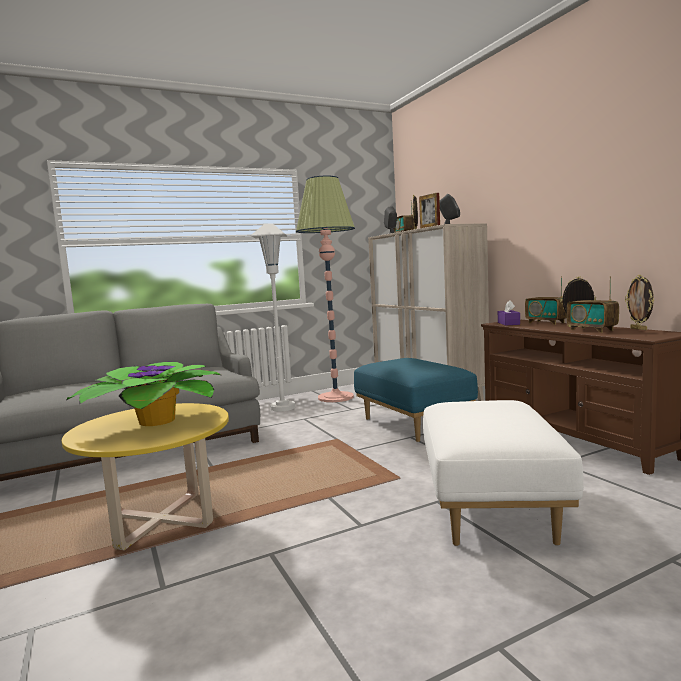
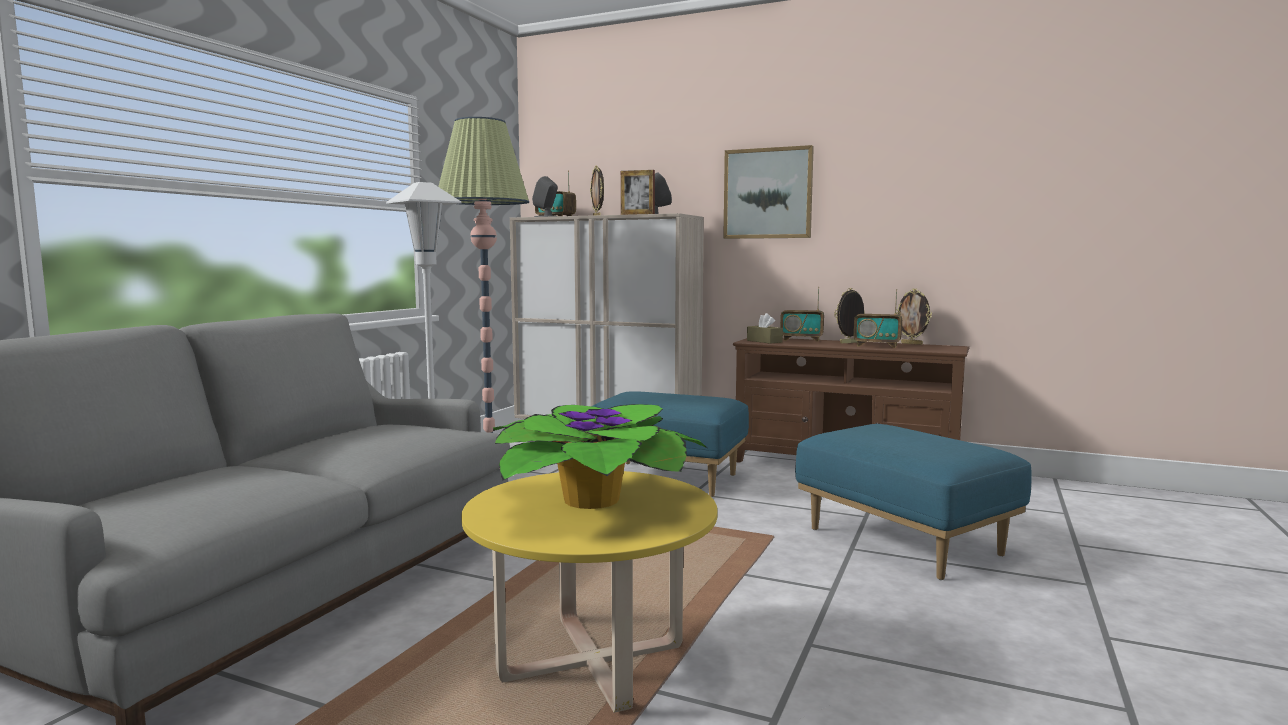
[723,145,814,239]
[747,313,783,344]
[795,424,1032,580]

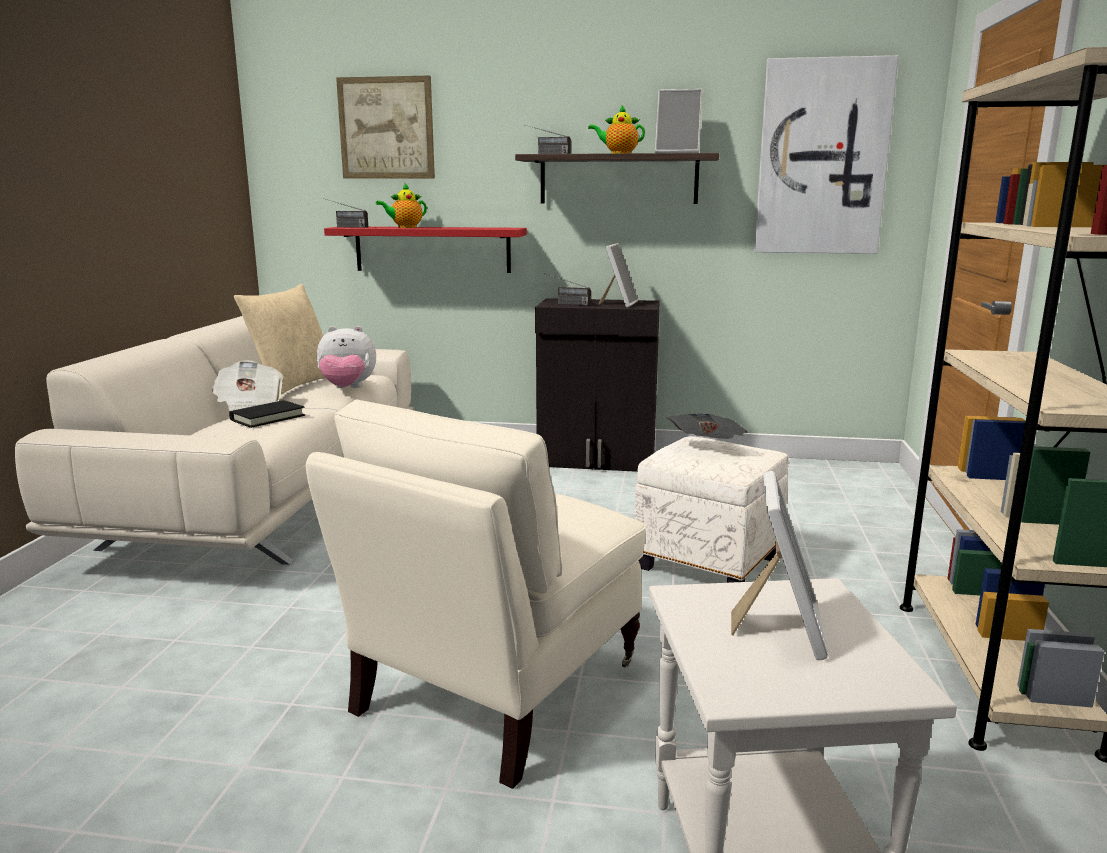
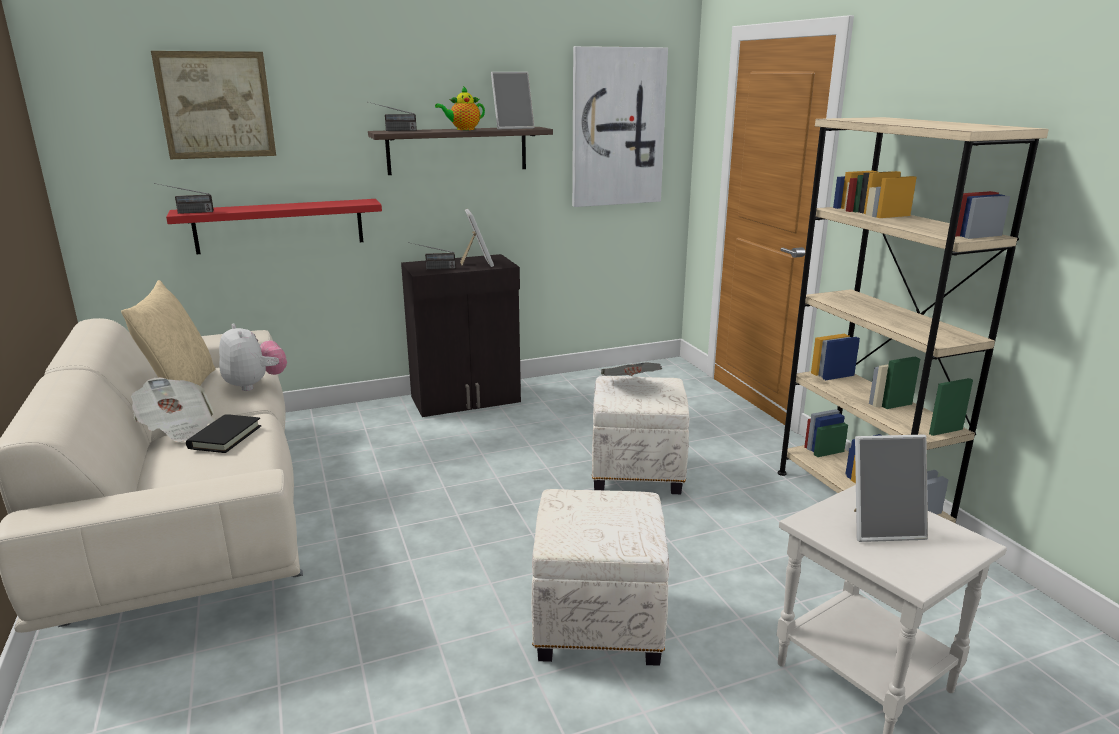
[219,323,287,391]
[532,489,669,666]
[854,435,928,542]
[376,184,427,228] (first image)

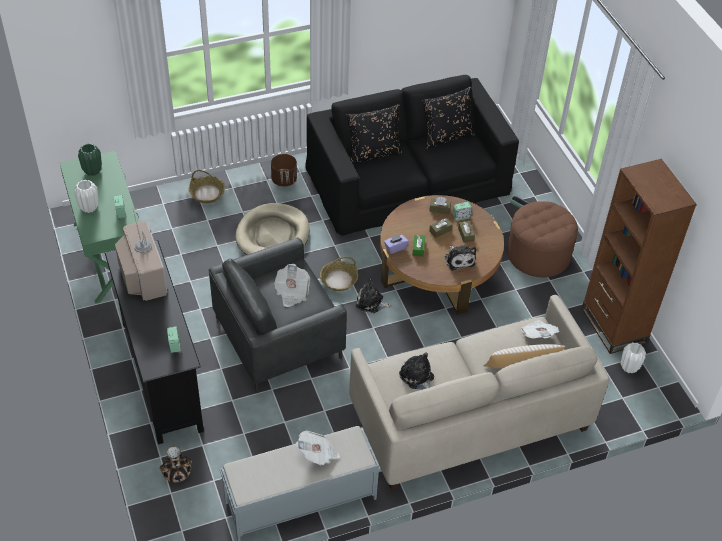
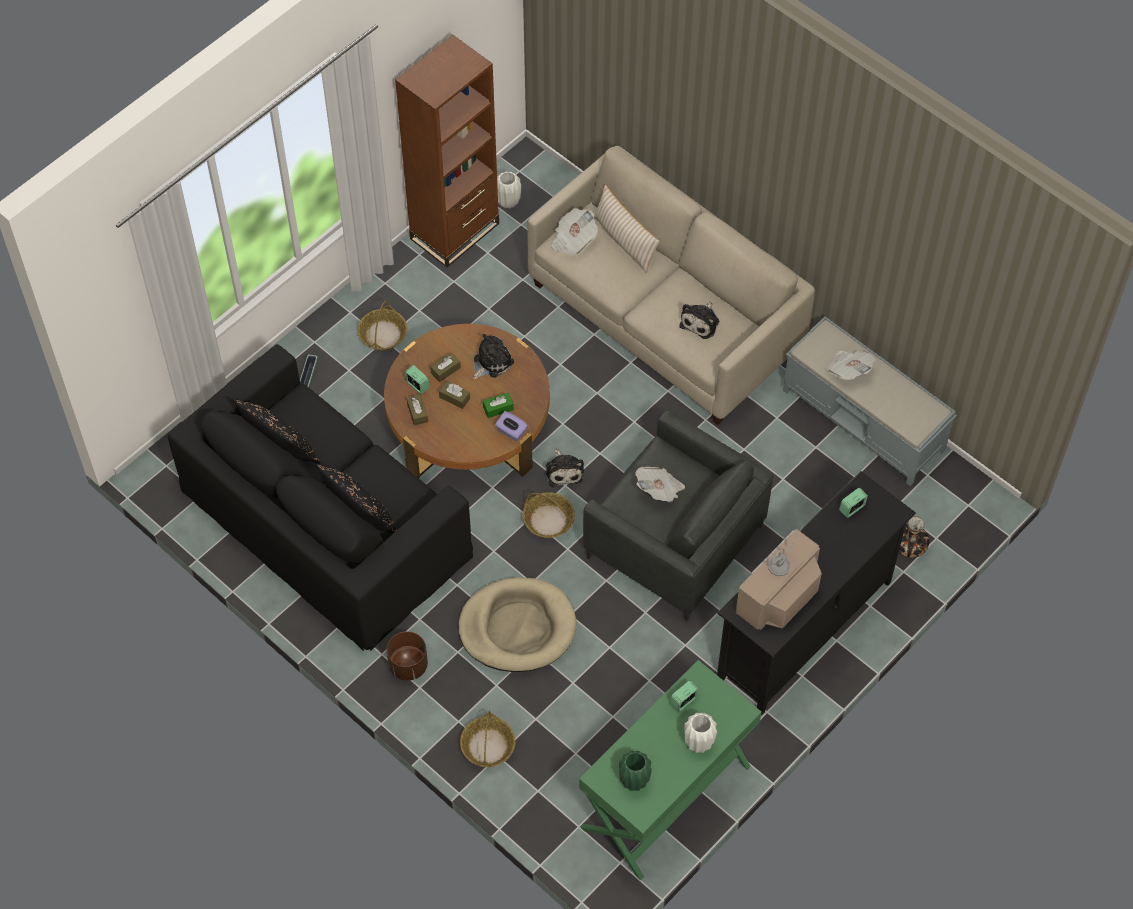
[358,301,407,351]

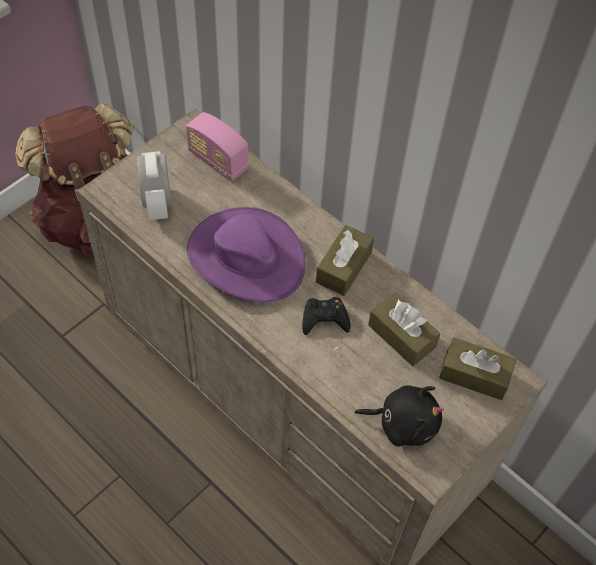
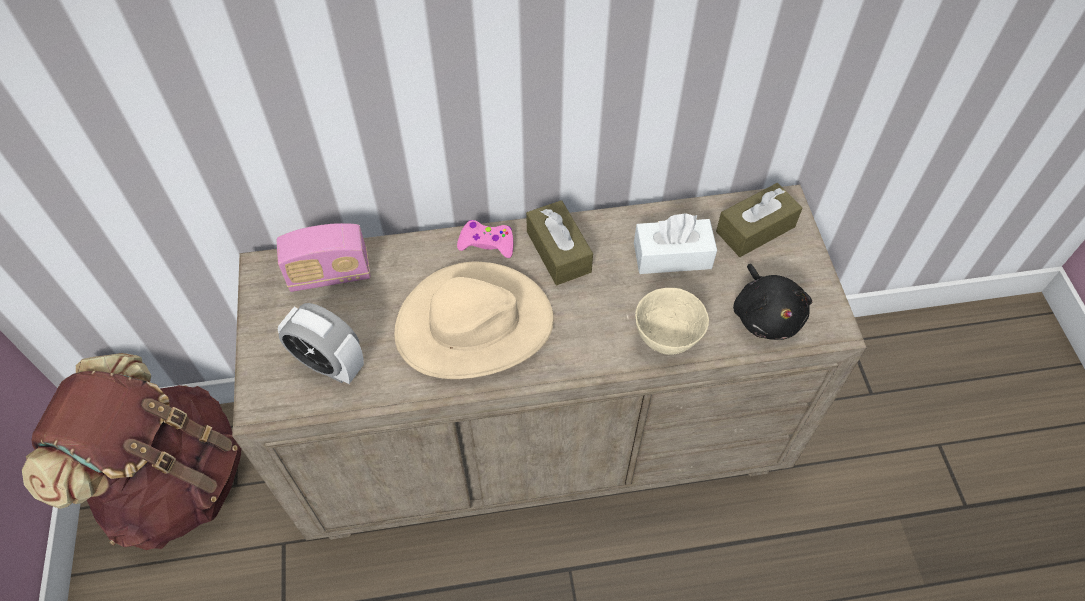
[394,261,554,379]
[457,220,513,258]
[634,213,717,274]
[635,288,709,355]
[733,264,812,340]
[302,297,350,335] (first image)

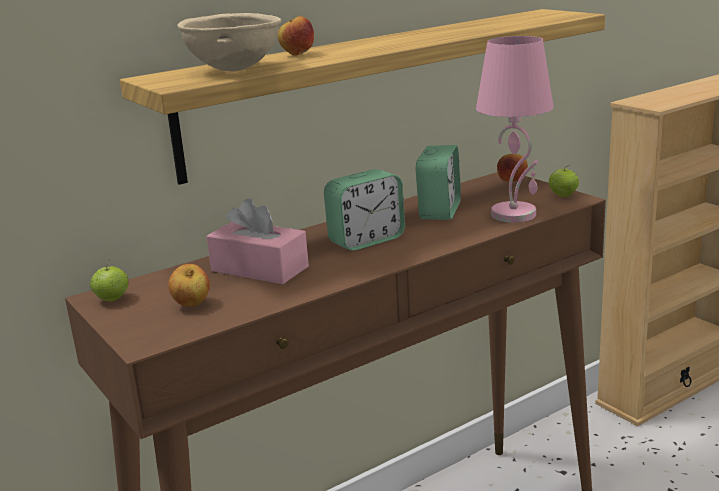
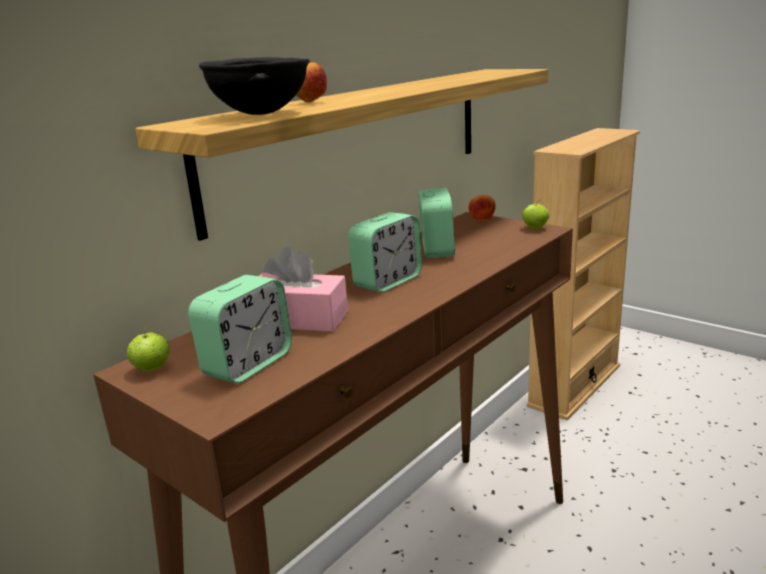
[188,275,292,383]
[199,57,310,115]
[476,36,554,223] (first image)

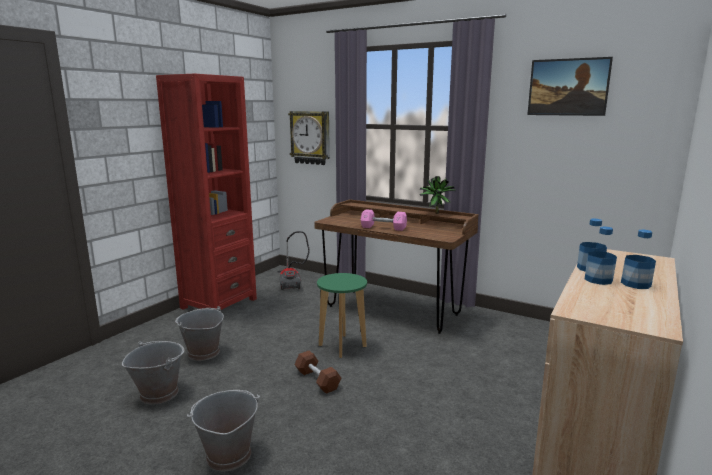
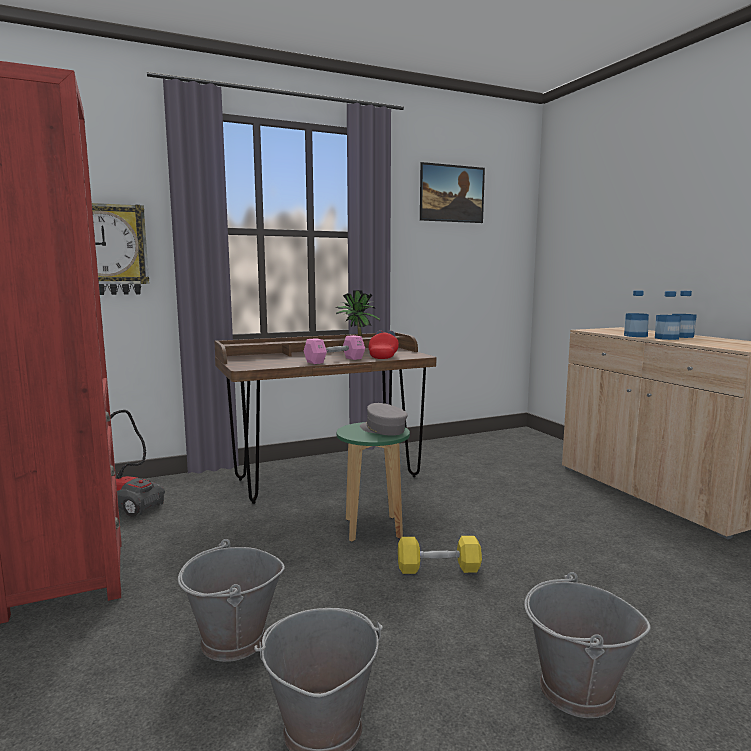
[360,403,408,436]
[369,330,399,359]
[398,536,482,574]

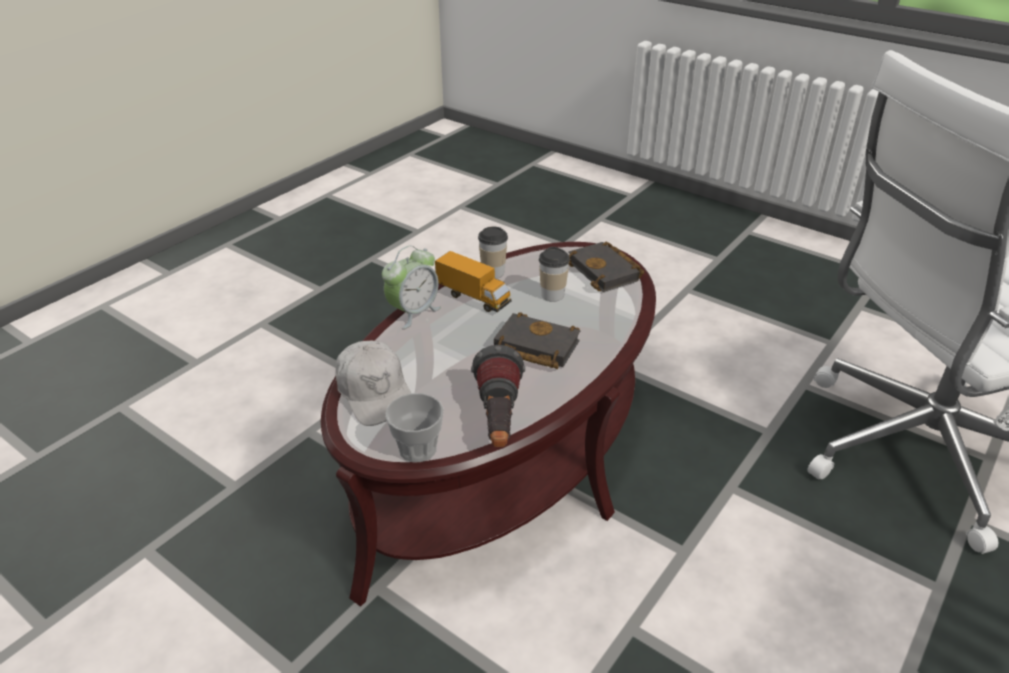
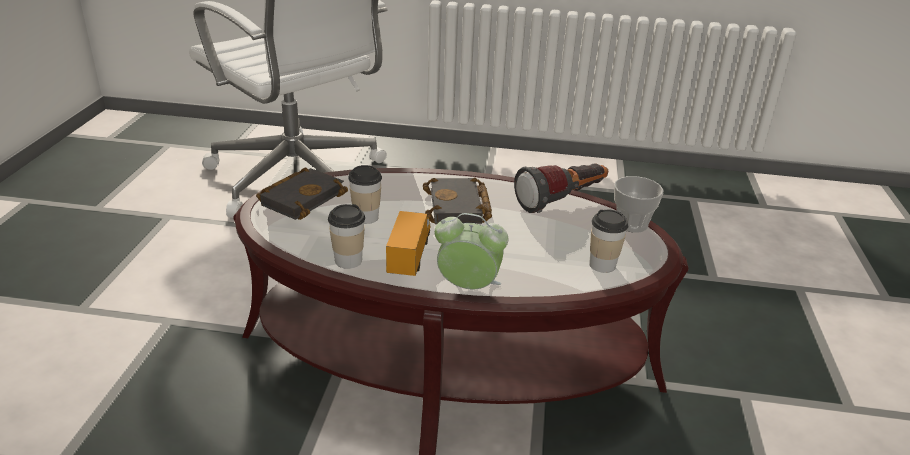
[589,210,628,273]

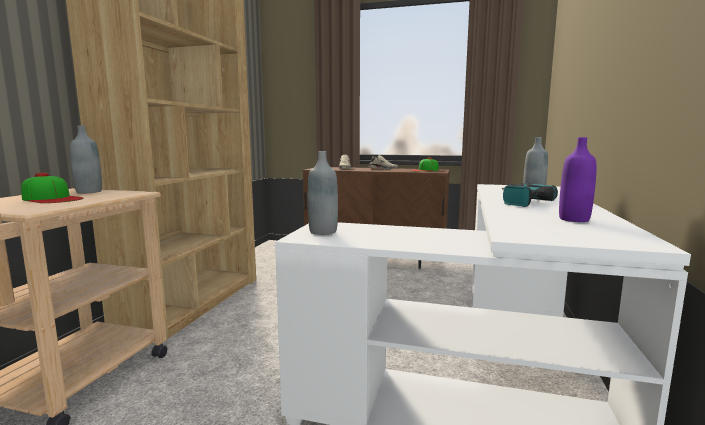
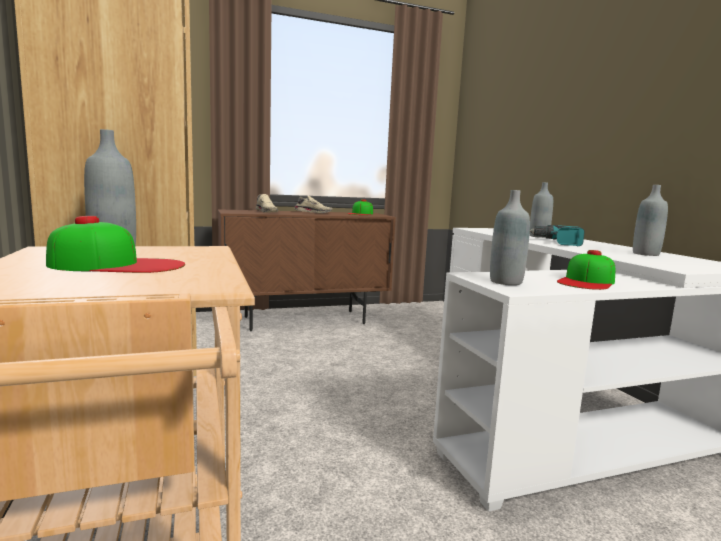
[557,250,615,290]
[633,185,668,256]

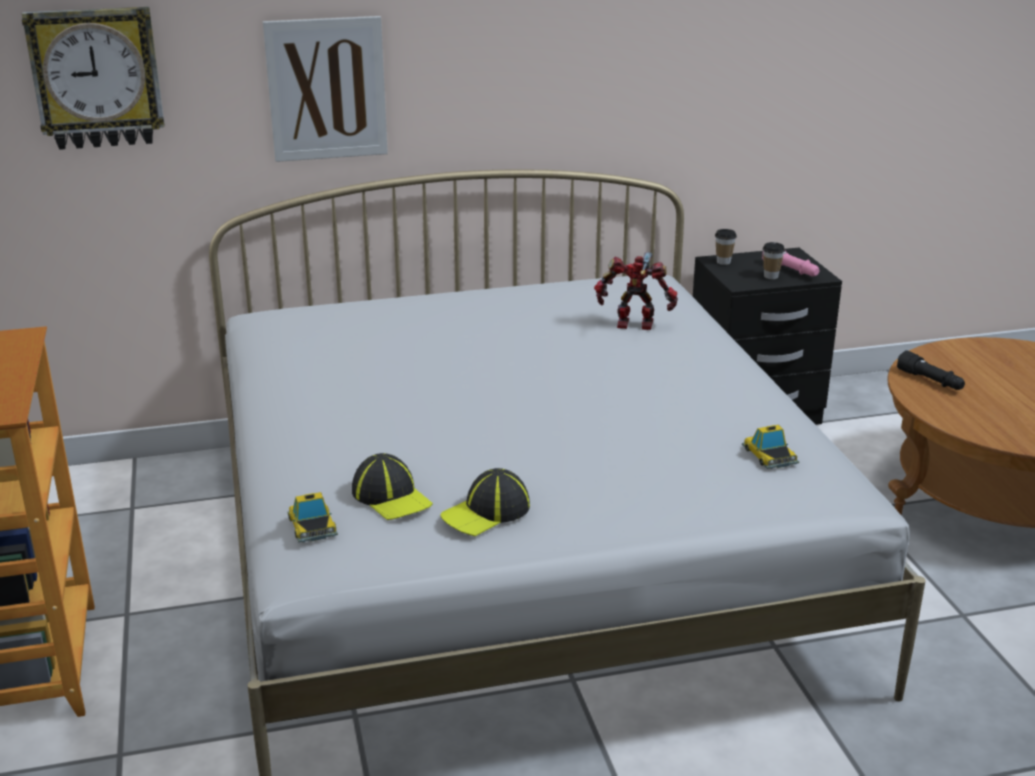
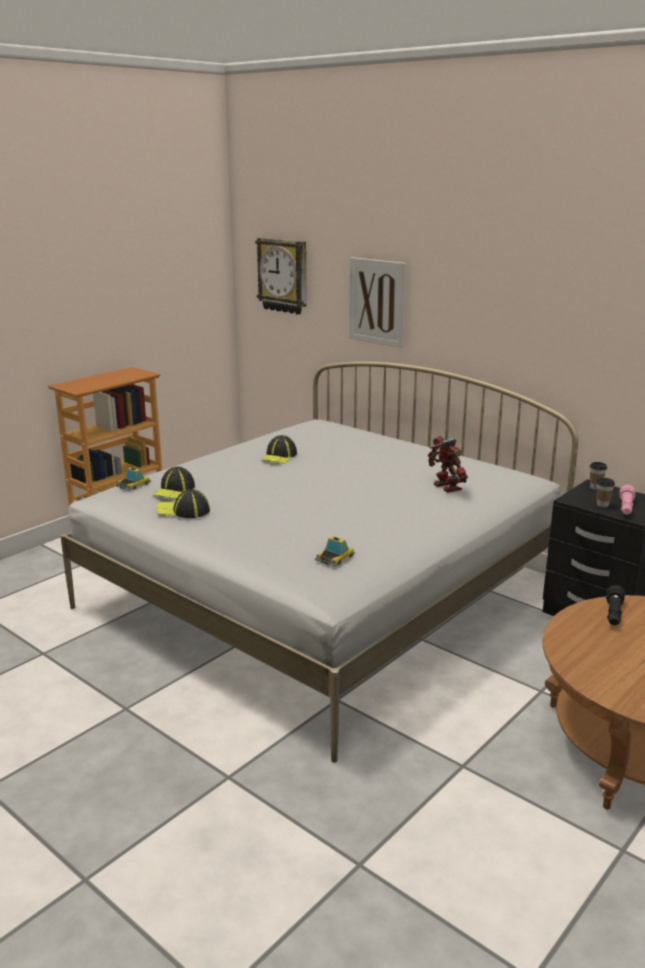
[262,435,297,464]

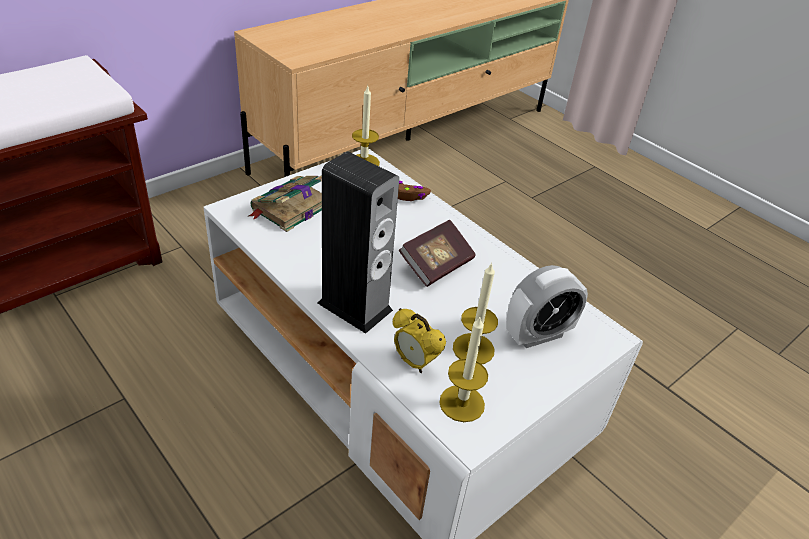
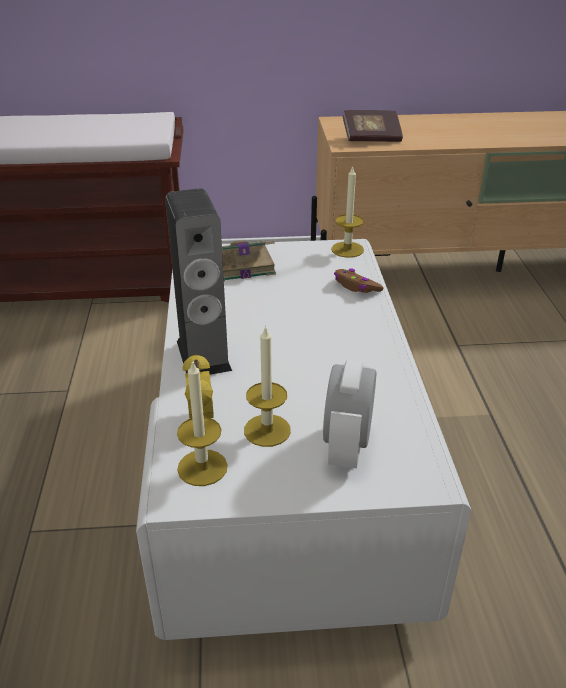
[323,360,376,468]
[343,110,403,142]

